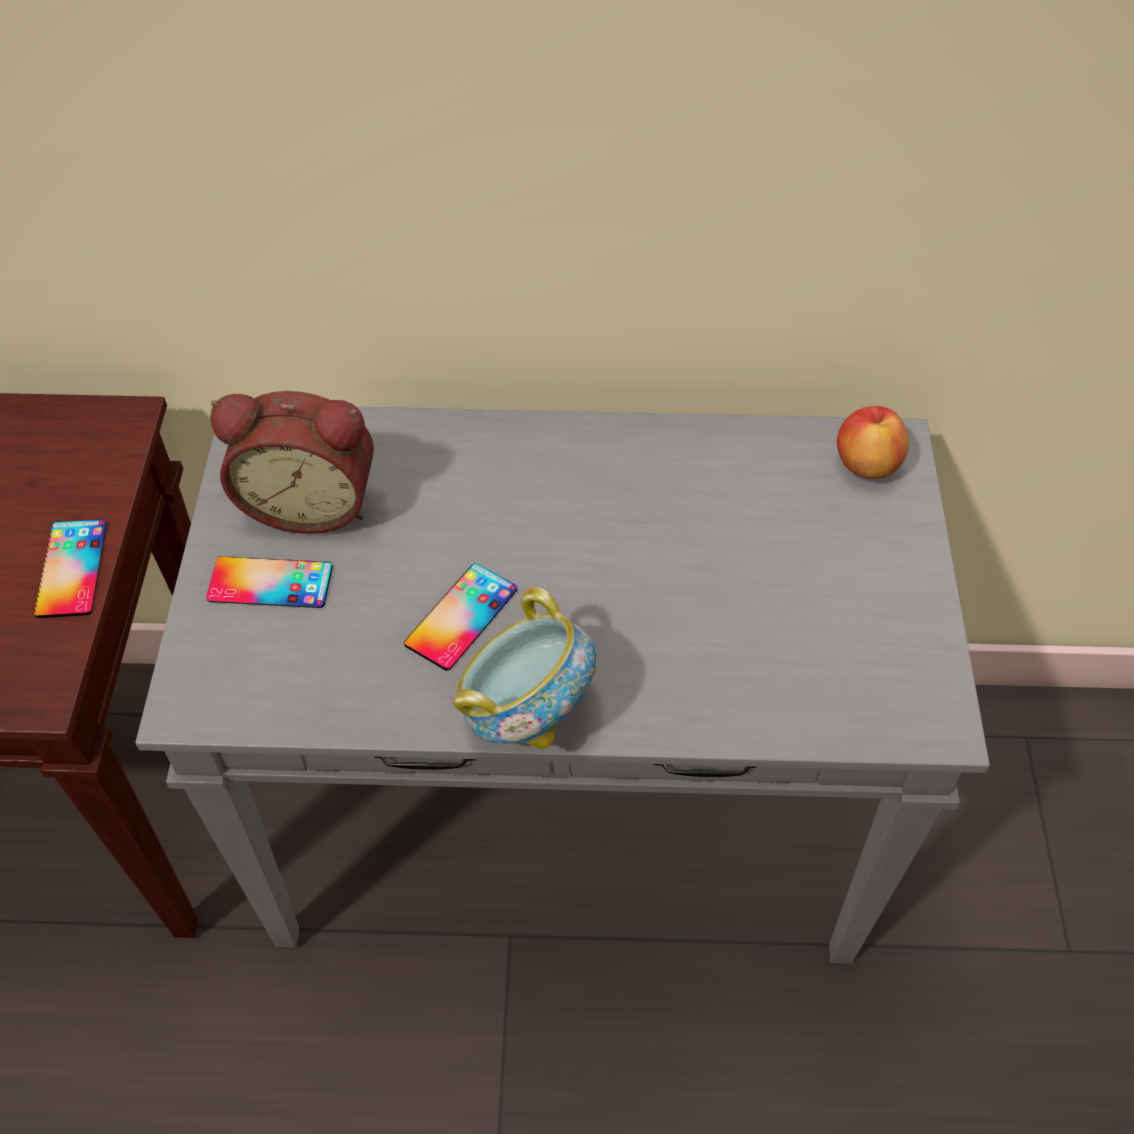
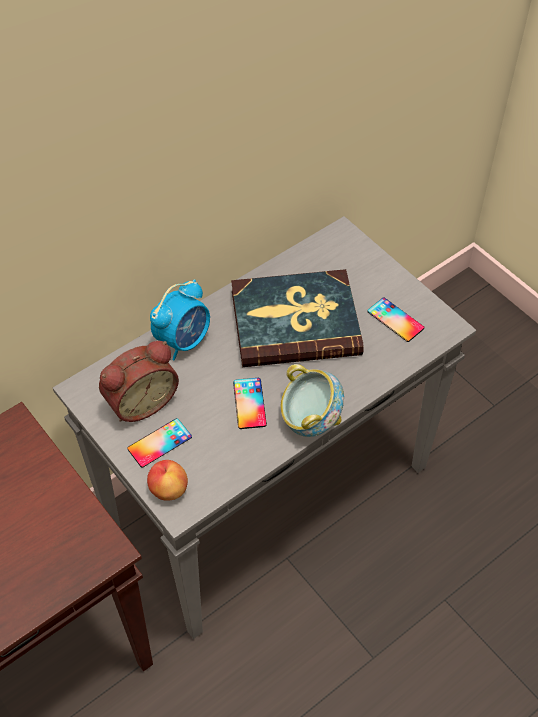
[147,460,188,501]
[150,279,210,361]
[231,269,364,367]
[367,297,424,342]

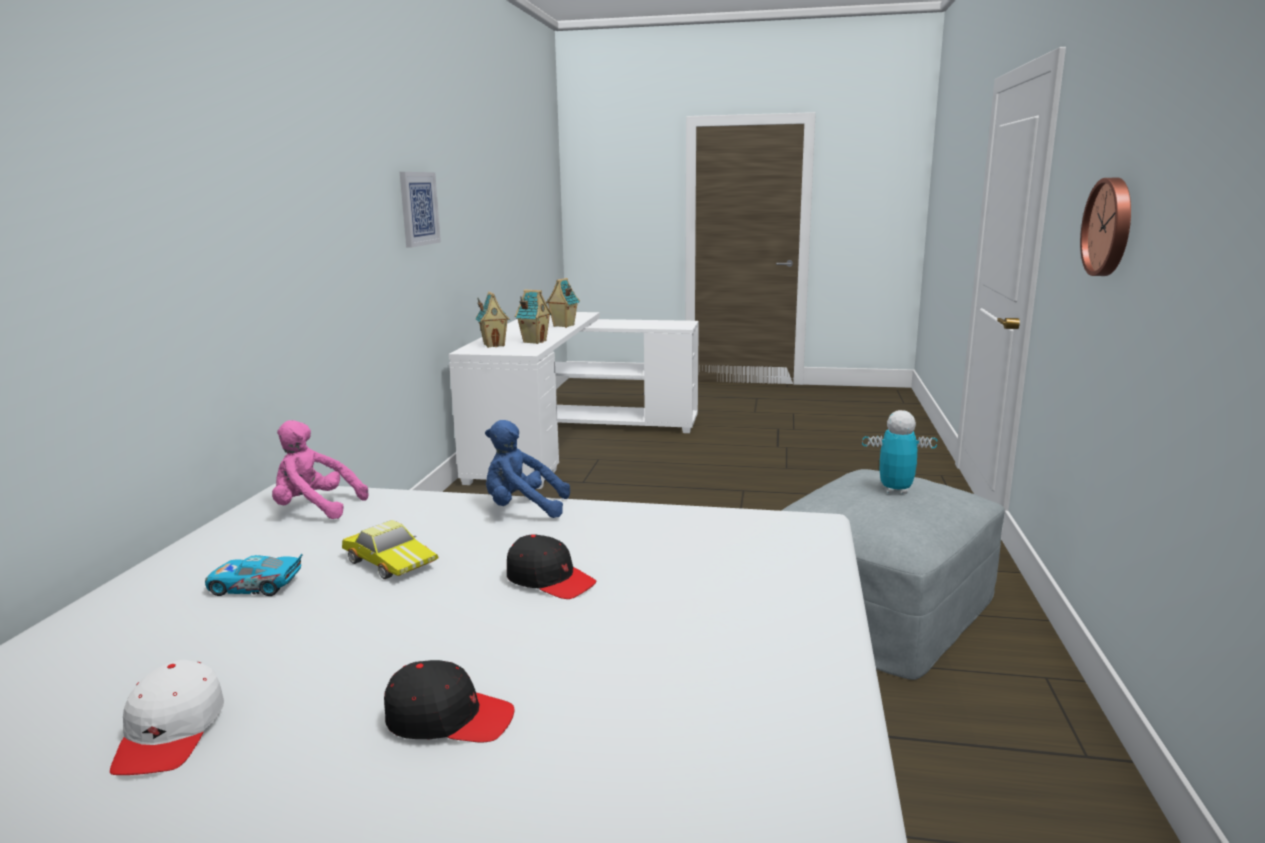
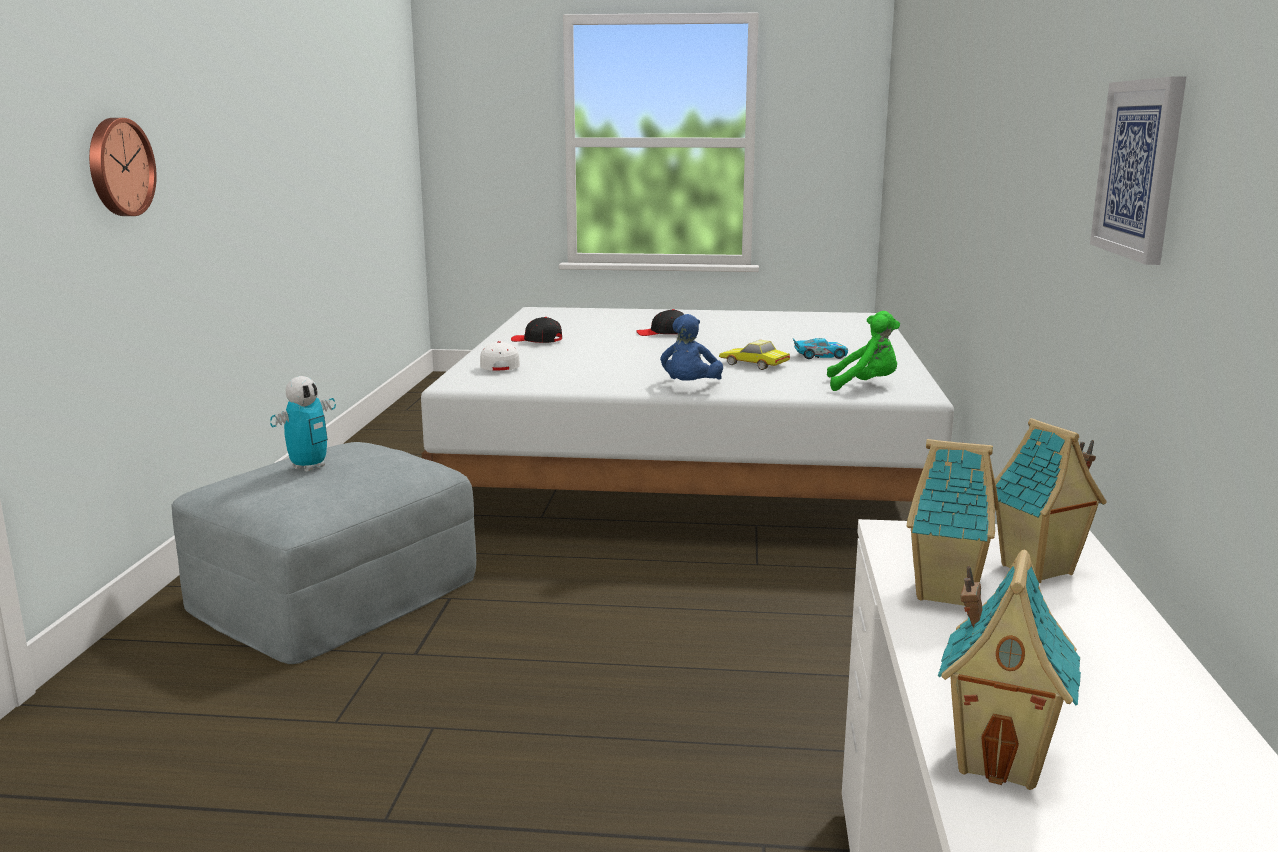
[270,376,336,472]
[480,341,520,371]
[511,317,562,343]
[660,314,723,381]
[827,311,900,391]

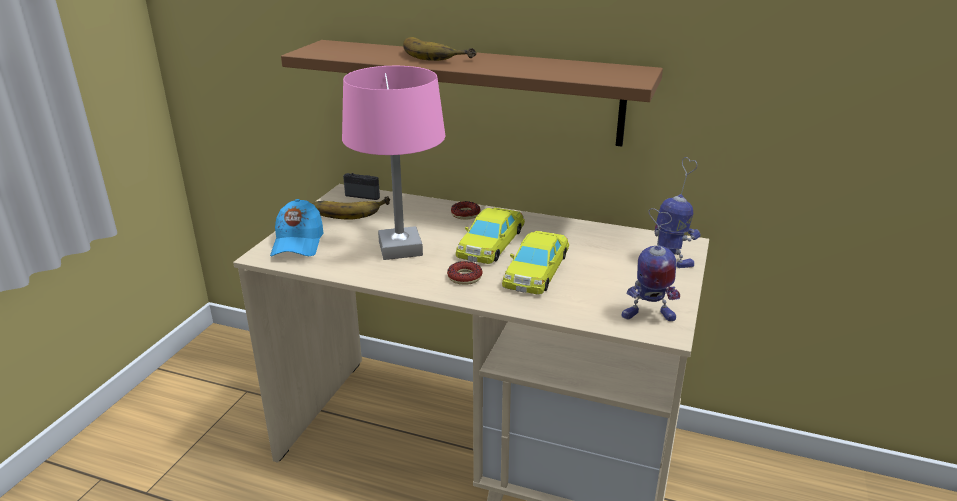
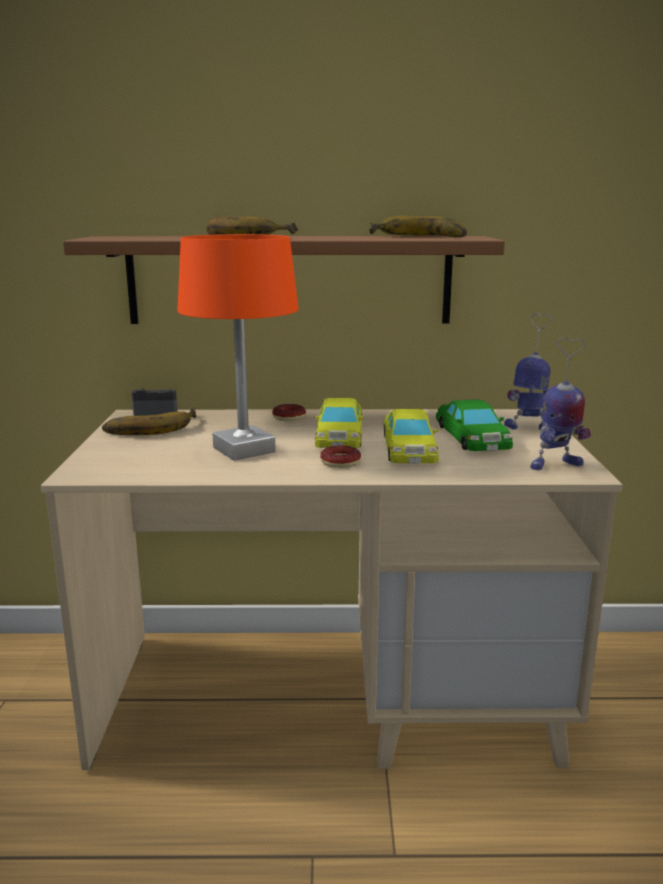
[177,234,299,461]
[369,215,467,237]
[436,399,513,451]
[270,199,324,257] (first image)

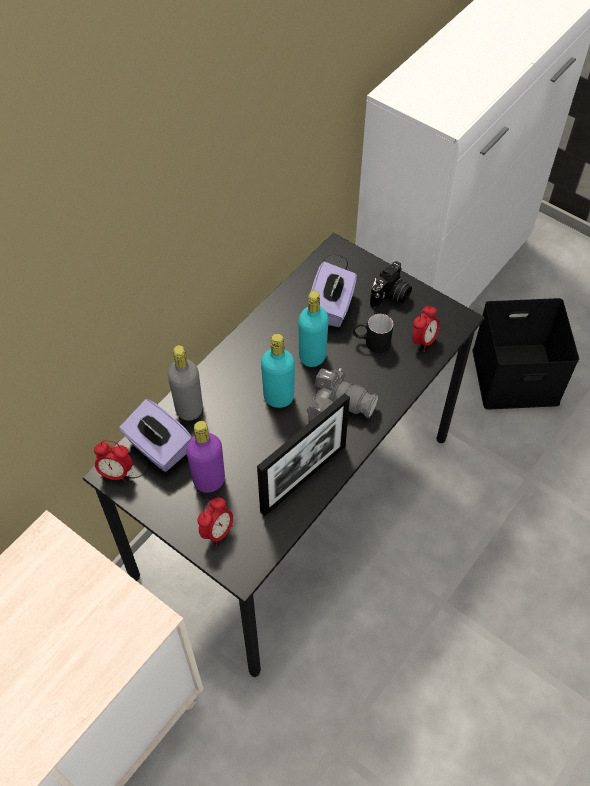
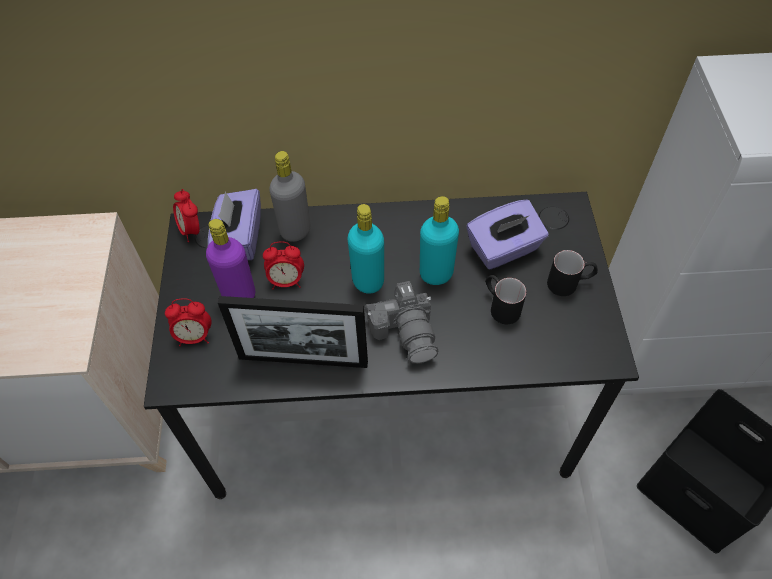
[263,242,304,289]
[547,250,598,296]

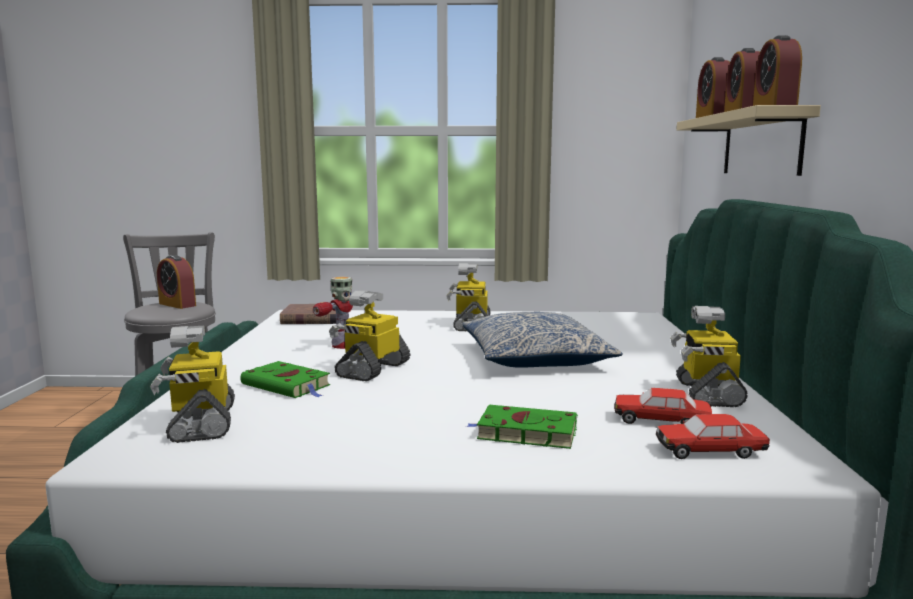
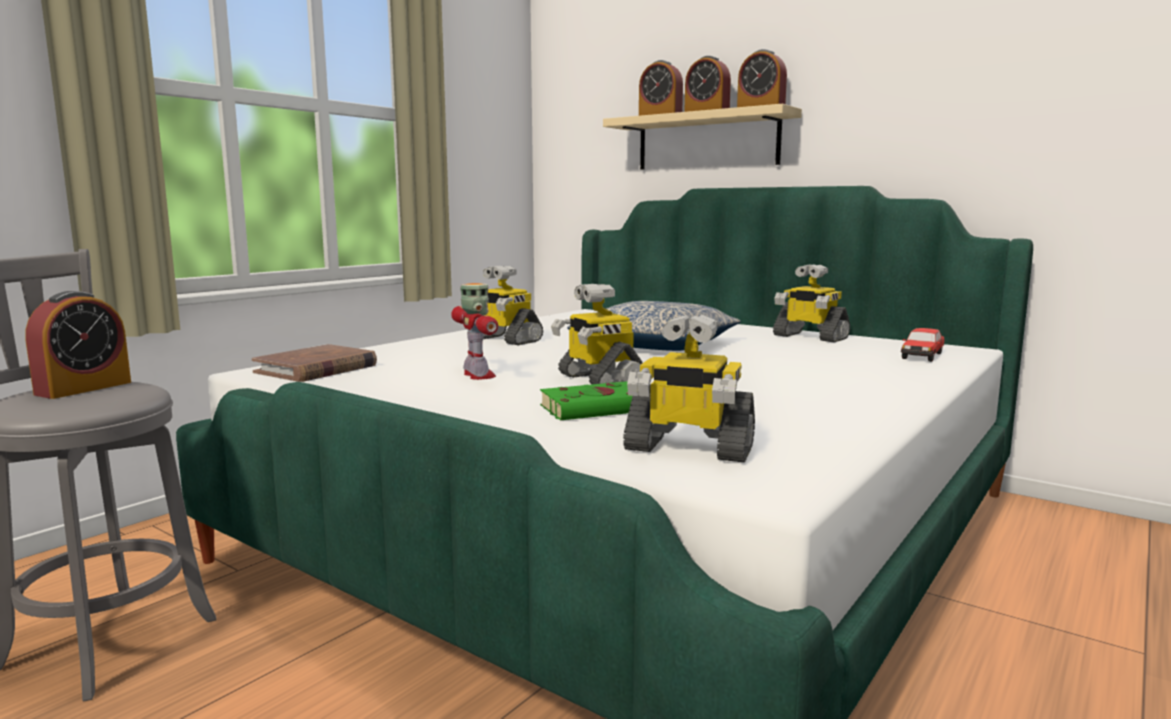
[25,291,131,399]
[466,405,578,449] (first image)
[614,388,712,424] (first image)

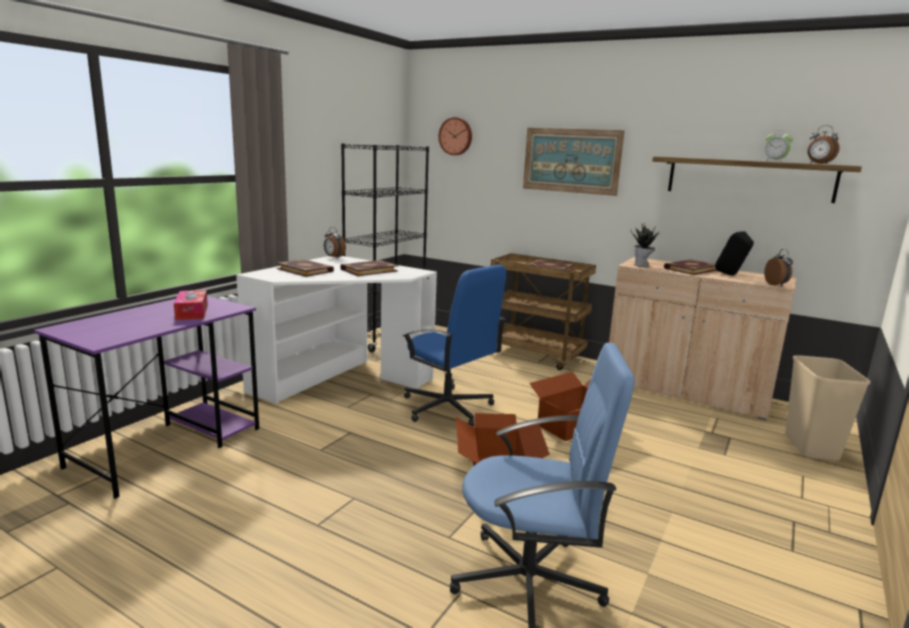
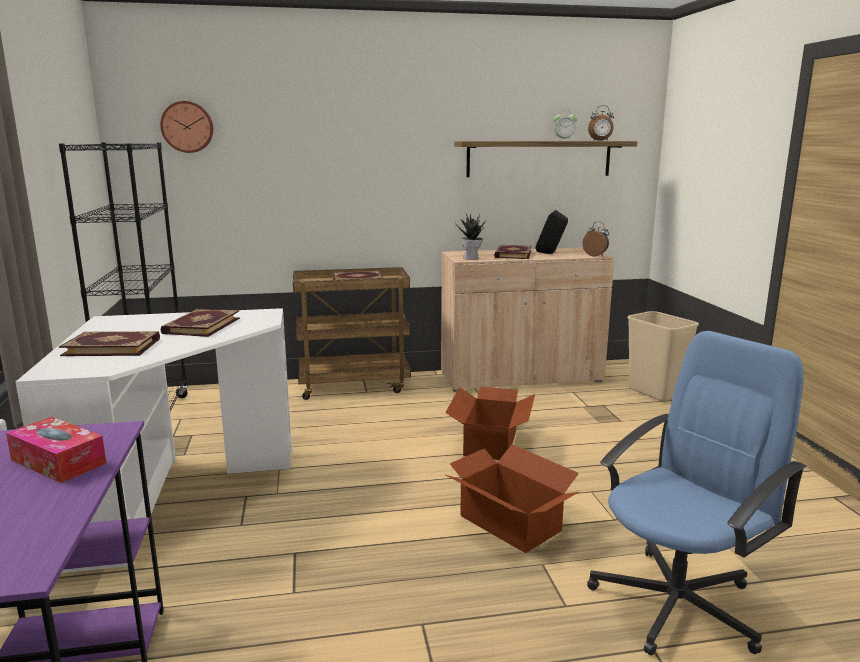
[324,227,346,259] (first image)
[403,265,506,426] (first image)
[523,128,625,196] (first image)

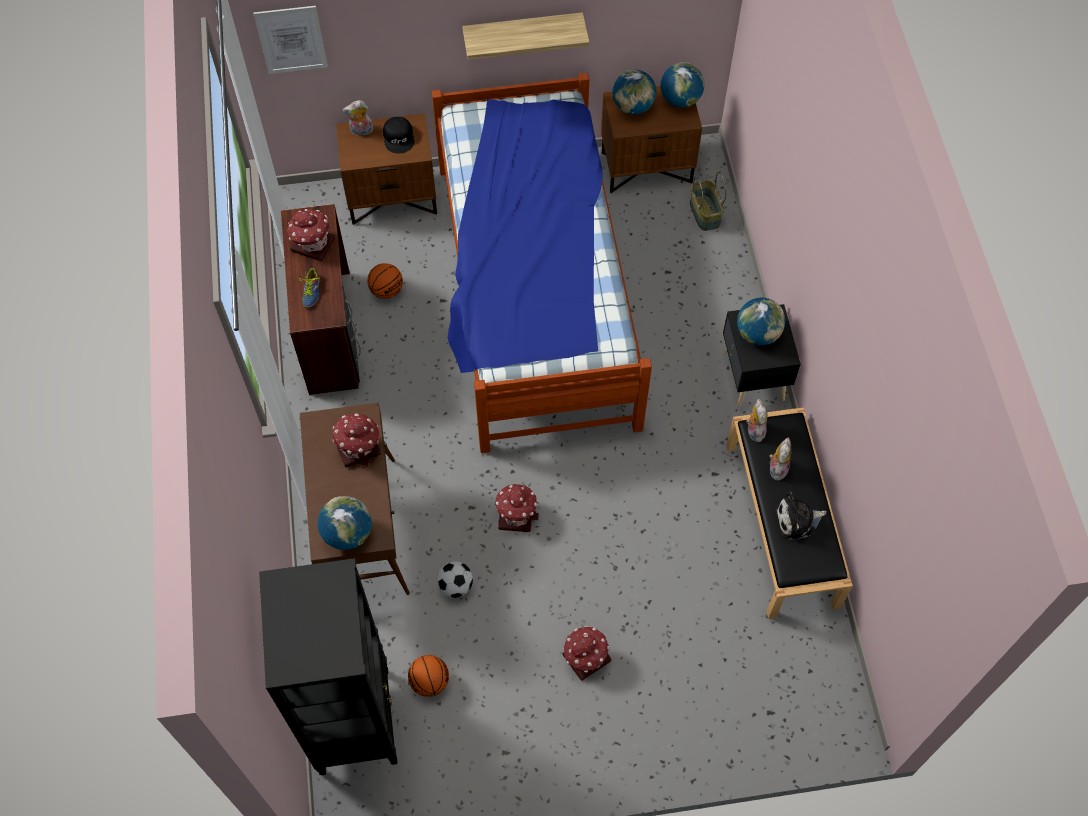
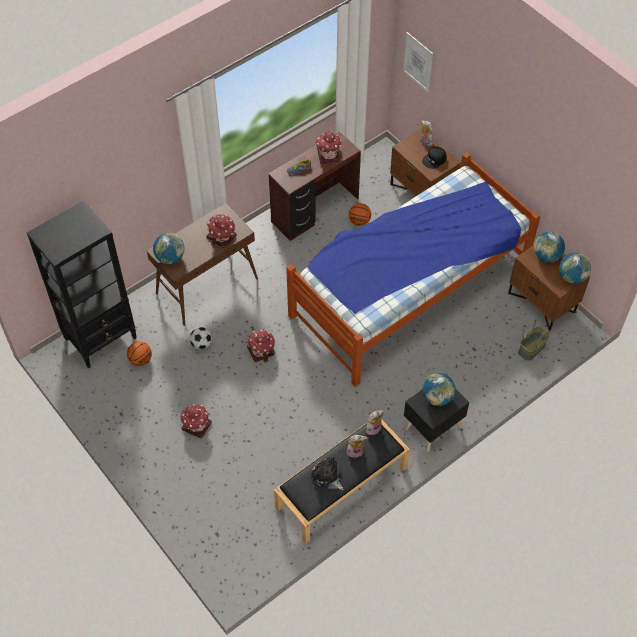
[462,12,589,60] (first image)

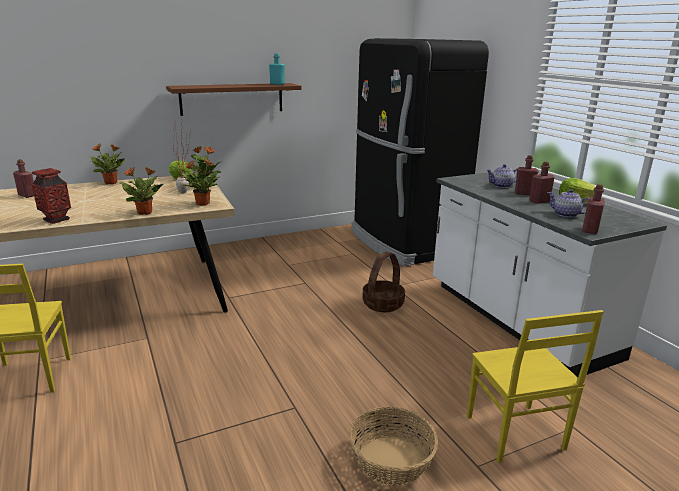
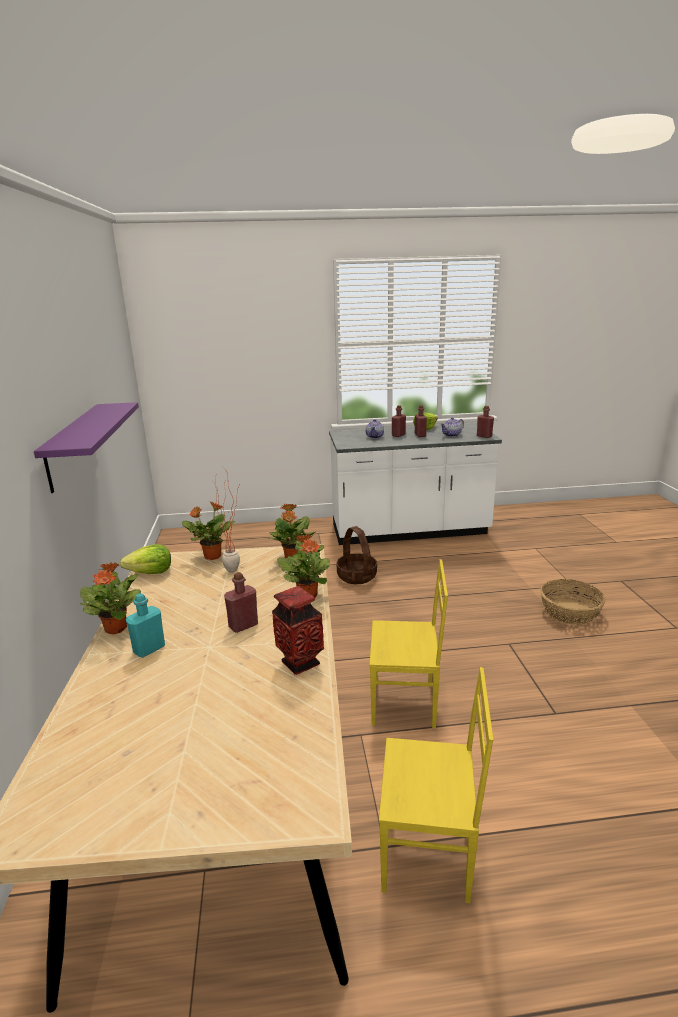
[34,402,139,493]
[126,593,165,658]
[224,572,258,633]
[369,559,448,728]
[351,38,489,266] (first image)

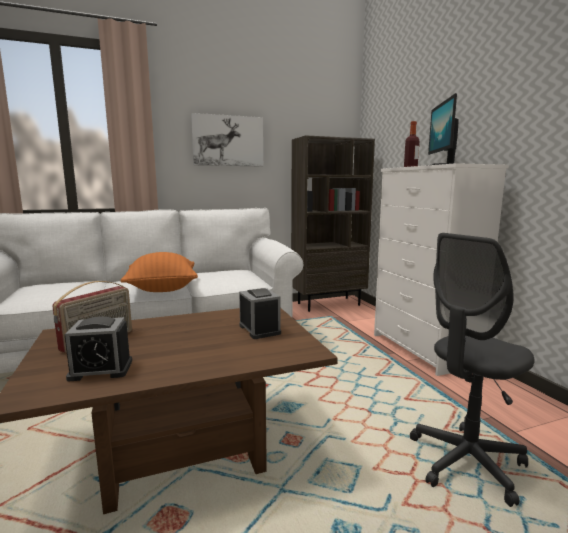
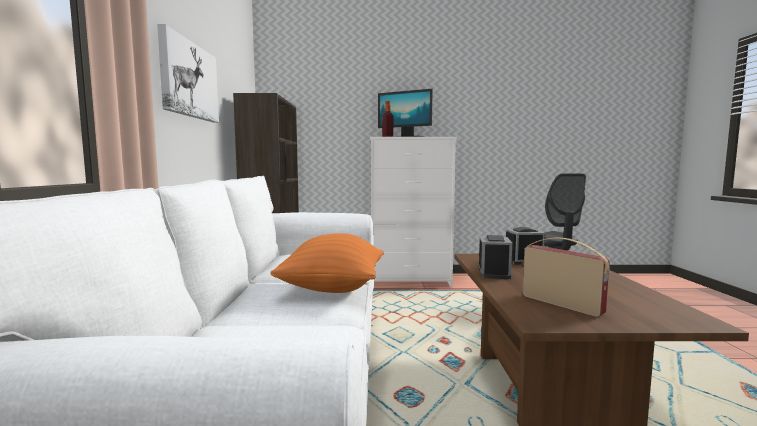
[479,235,512,279]

